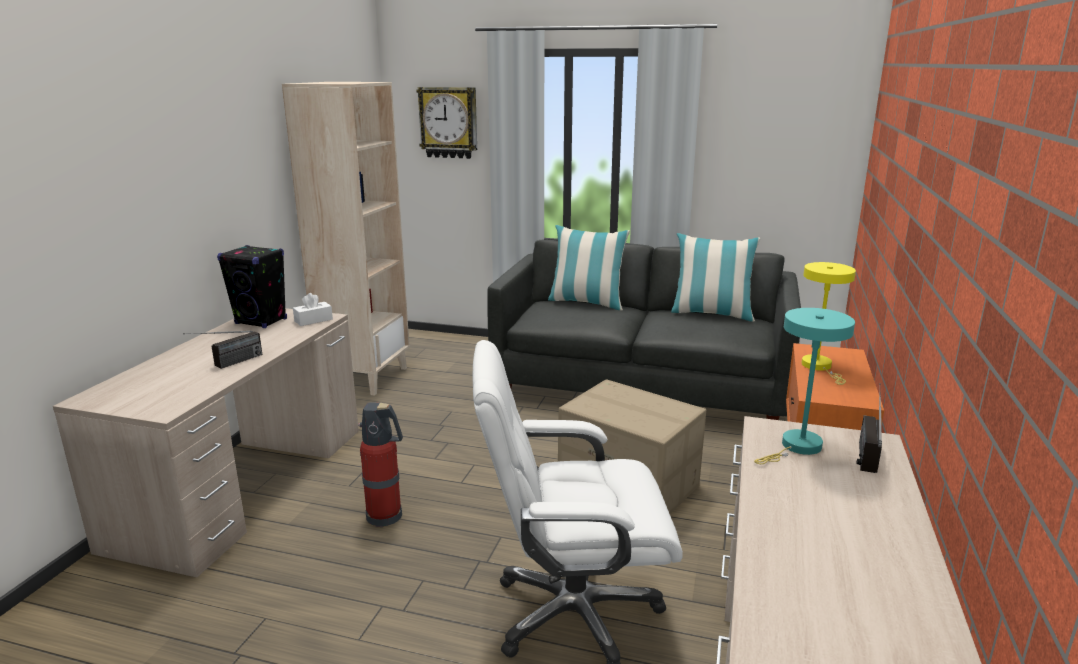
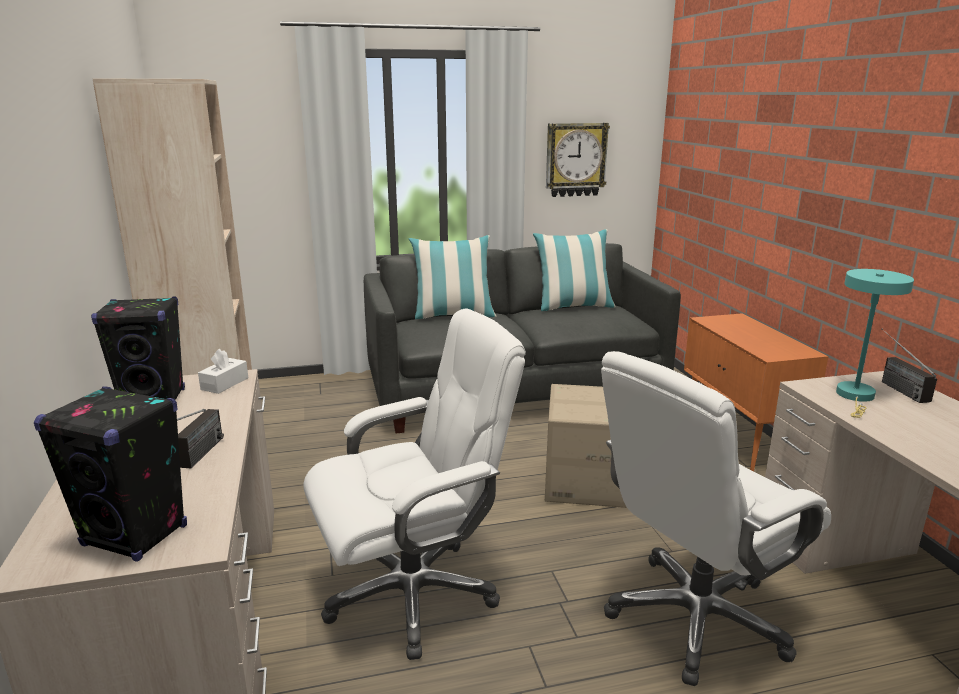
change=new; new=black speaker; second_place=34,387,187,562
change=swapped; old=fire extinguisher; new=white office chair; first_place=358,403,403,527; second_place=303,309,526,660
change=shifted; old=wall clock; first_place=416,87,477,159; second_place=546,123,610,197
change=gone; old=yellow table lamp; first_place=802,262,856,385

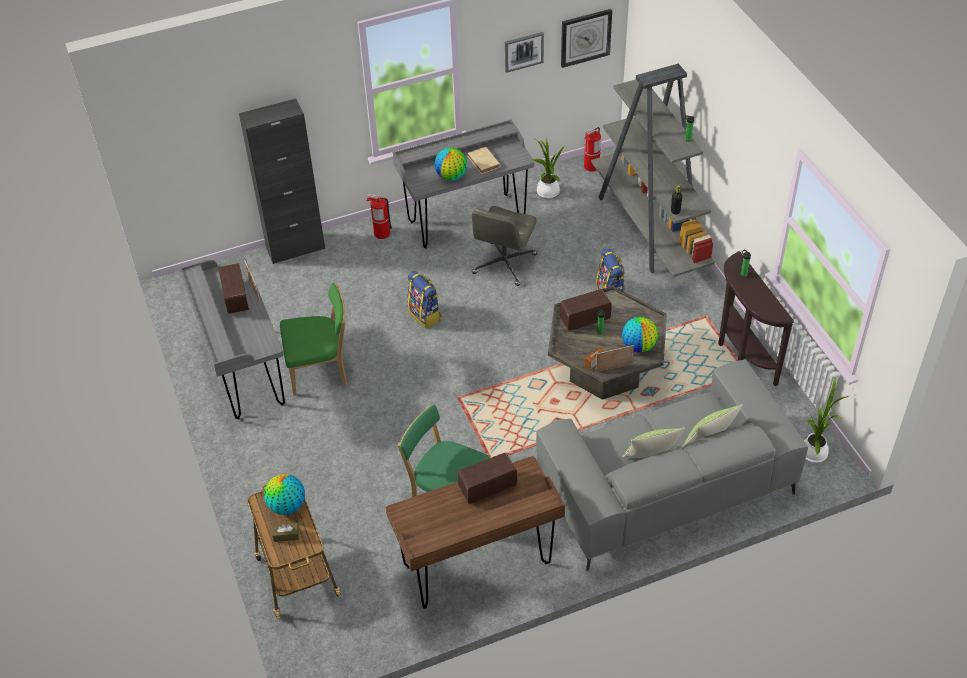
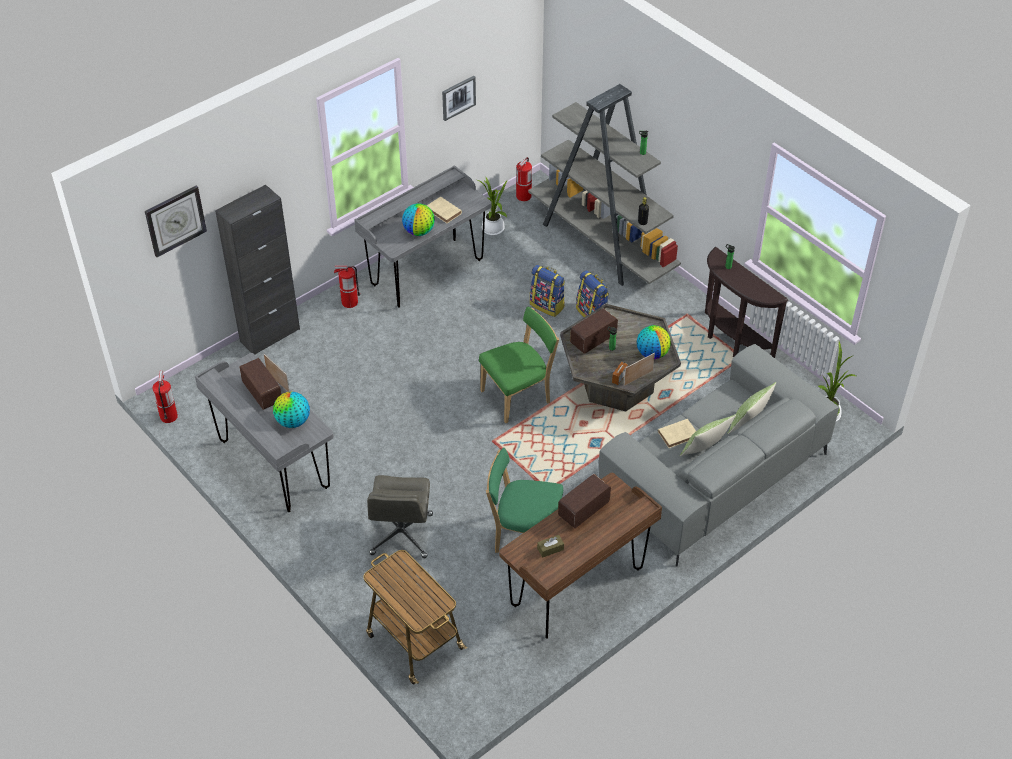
change=shifted; old=wall clock; first_place=561,9,612,68; second_place=145,186,207,257
change=new; new=fire extinguisher; second_place=153,371,178,423
change=shifted; old=globe; first_place=264,474,305,515; second_place=273,392,310,428
change=shifted; old=grey office chair; first_place=472,206,537,286; second_place=367,475,433,558
change=shifted; old=green chair; first_place=280,283,347,396; second_place=479,307,559,423
change=shifted; old=backpack; first_place=407,271,441,329; second_place=530,265,565,317
change=shifted; old=brown tissue box; first_place=272,523,299,542; second_place=537,535,564,558
change=new; new=beige book; second_place=658,419,696,448

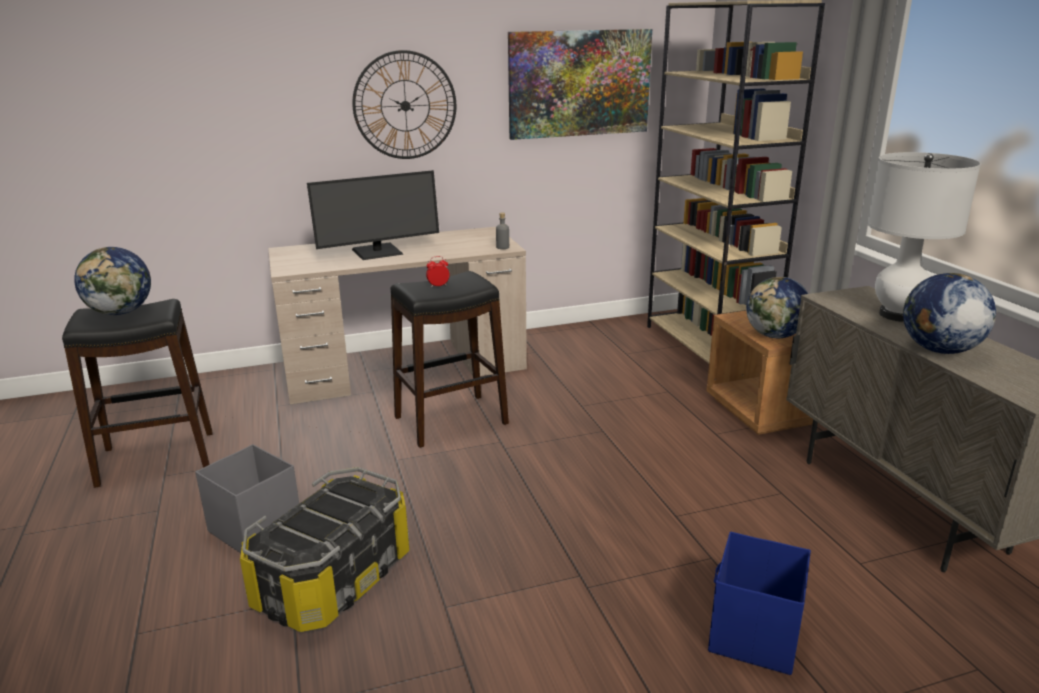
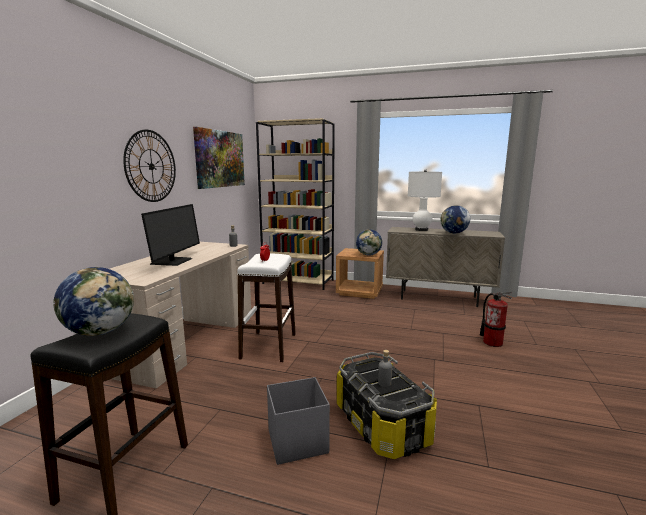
change=repainted; old=black stool; new=white stool; first_place=390,271,509,448; second_place=237,254,296,362
change=new; new=grey bottle; second_place=378,350,392,387
change=swapped; old=blue storage box; new=fire extinguisher; first_place=708,531,811,675; second_place=480,292,512,347

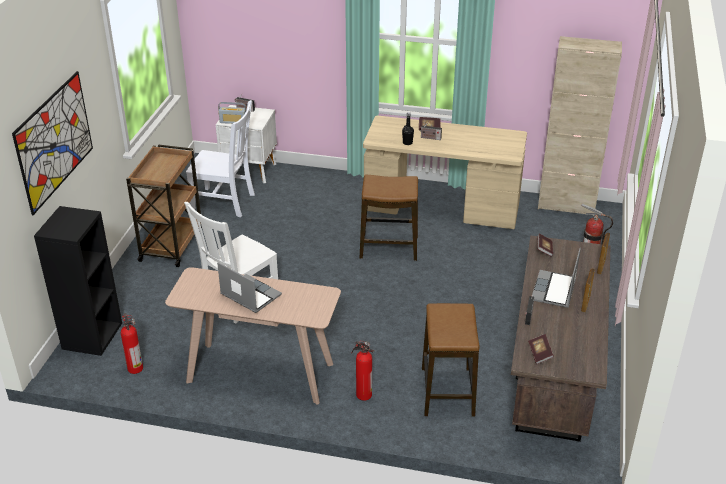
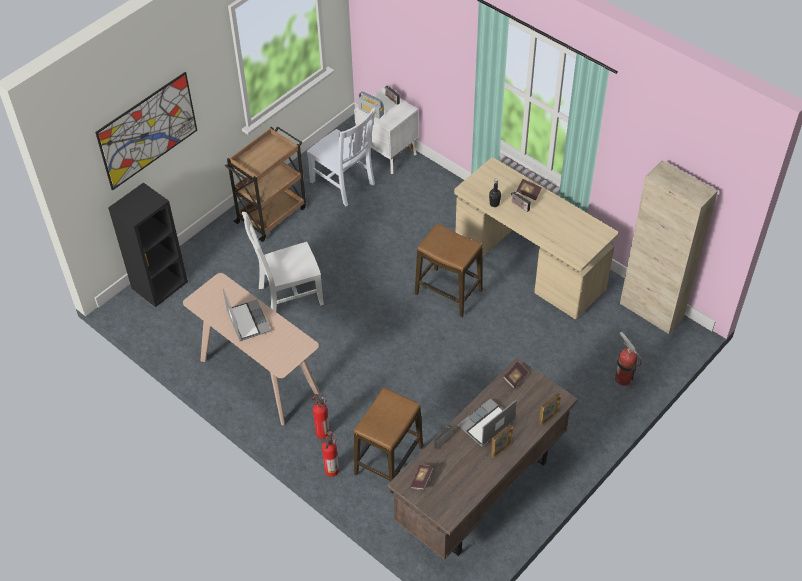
change=shifted; old=fire extinguisher; first_place=121,313,143,374; second_place=322,431,339,477

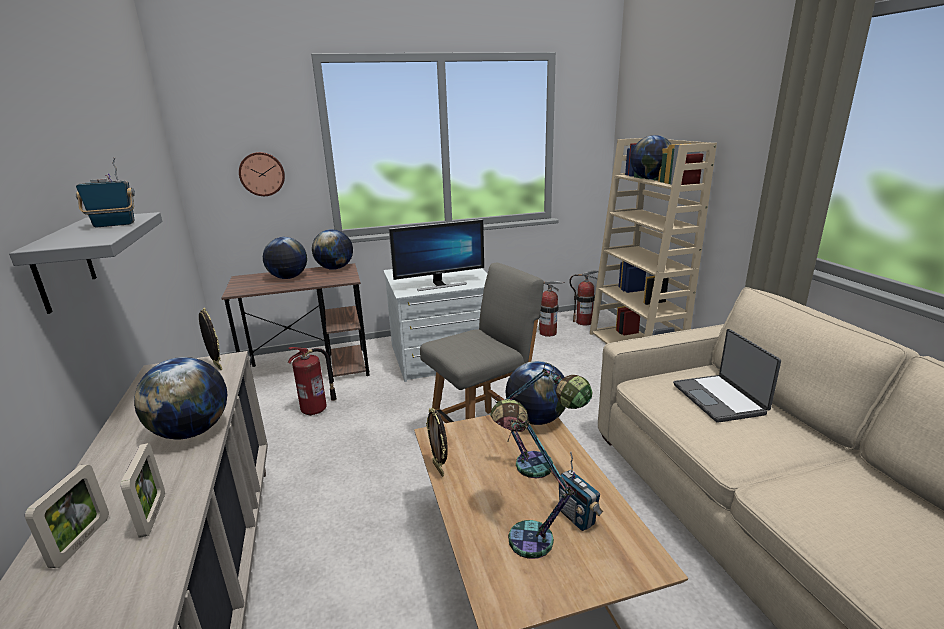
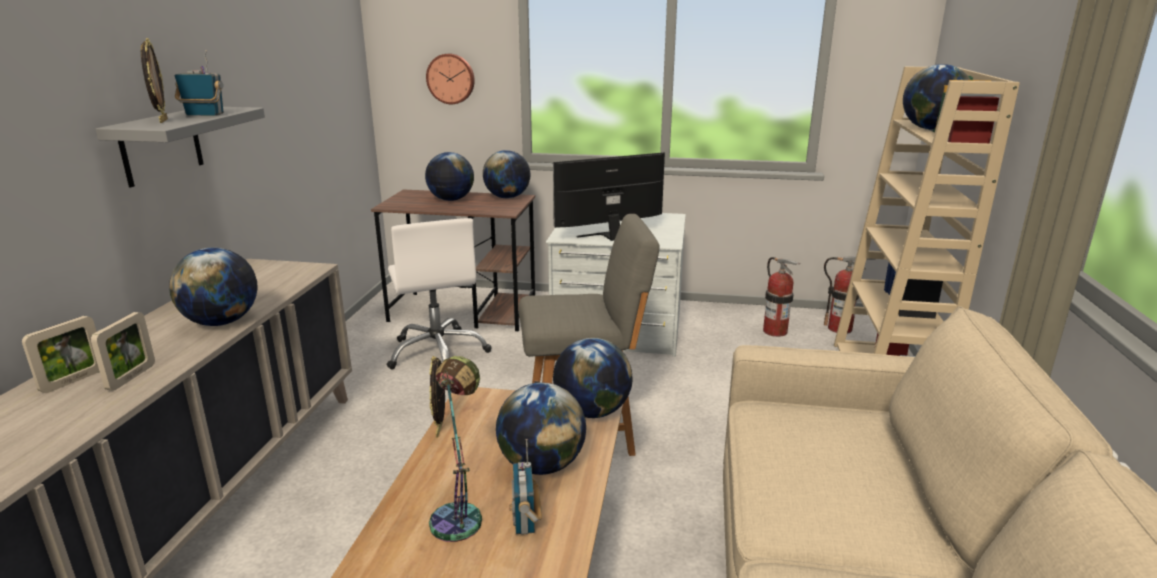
change=shifted; old=picture frame; first_place=199,308,222,370; second_place=141,38,168,123
change=swapped; old=fire extinguisher; new=white office chair; first_place=288,347,337,416; second_place=387,218,491,369
change=swapped; old=table lamp; new=globe; first_place=495,363,592,478; second_place=496,383,586,475
change=rotated; old=monitor; first_place=389,219,484,291; second_place=553,152,665,241; degrees=150
change=gone; old=laptop; first_place=673,329,781,423

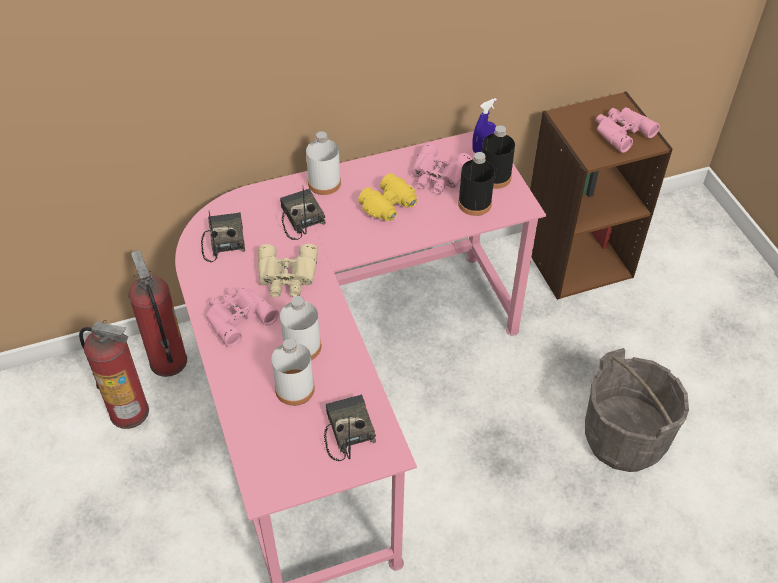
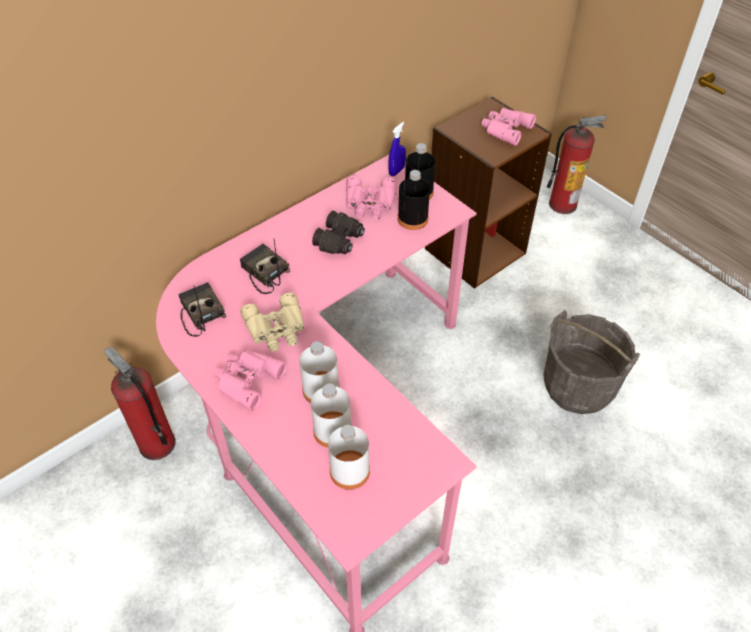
change=repainted; old=yellow binoculars; new=black binoculars; first_place=358,173,417,221; second_place=312,211,365,254
change=shifted; old=white bottle; first_place=306,131,341,195; second_place=328,425,370,490
change=shifted; old=fire extinguisher; first_place=79,320,149,429; second_place=547,116,606,214
change=gone; old=radio; first_place=324,394,376,461

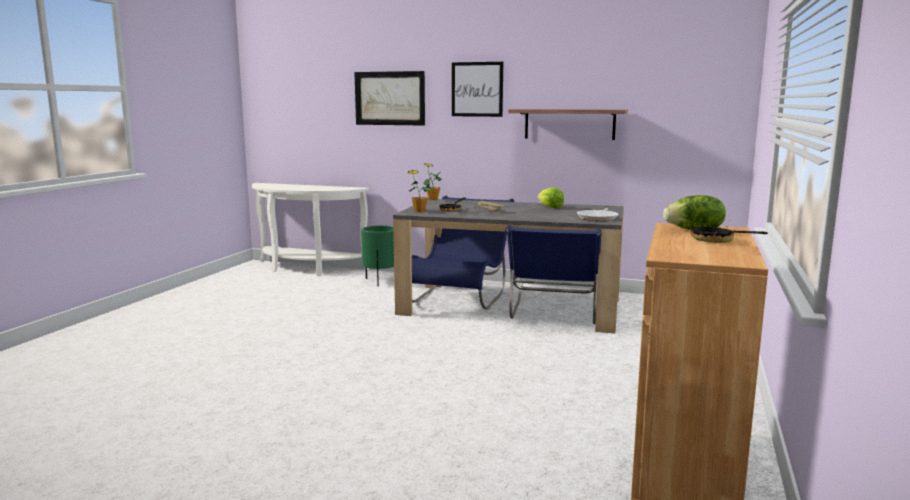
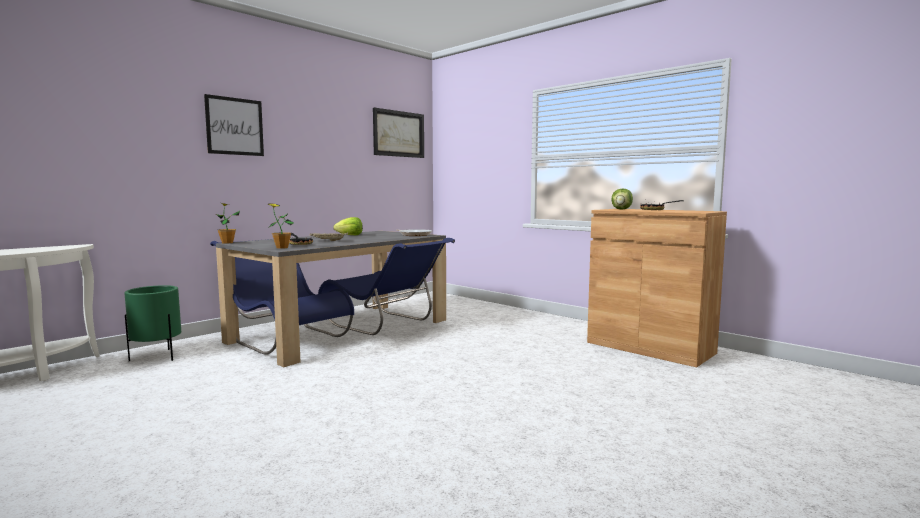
change=shifted; old=picture; first_place=354,71,425,125; second_place=373,107,424,158
change=gone; old=shelf; first_place=508,109,628,140

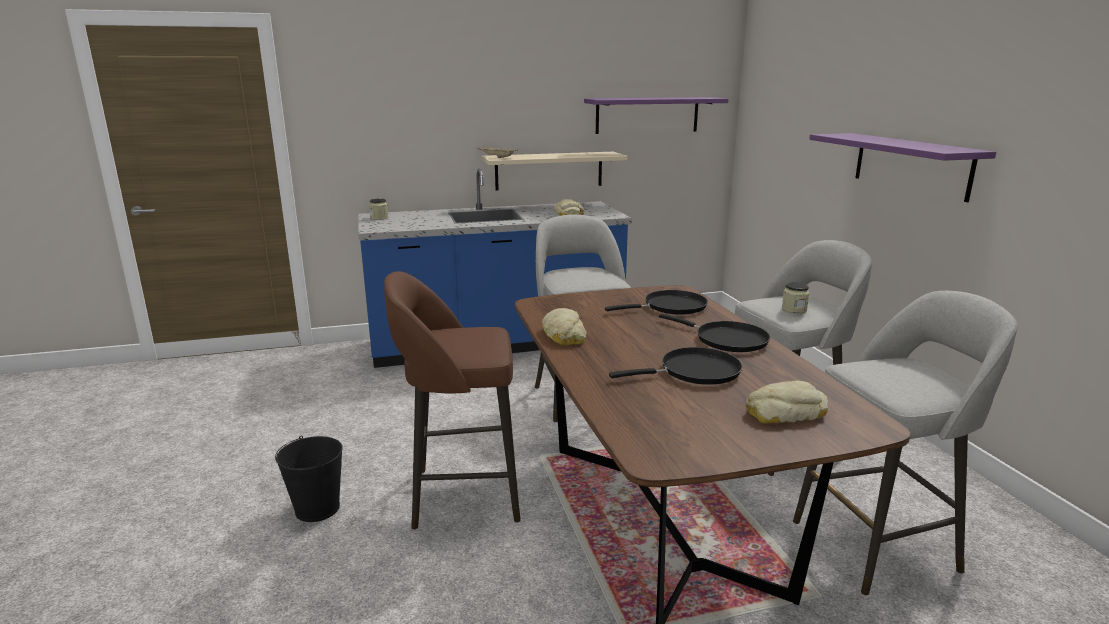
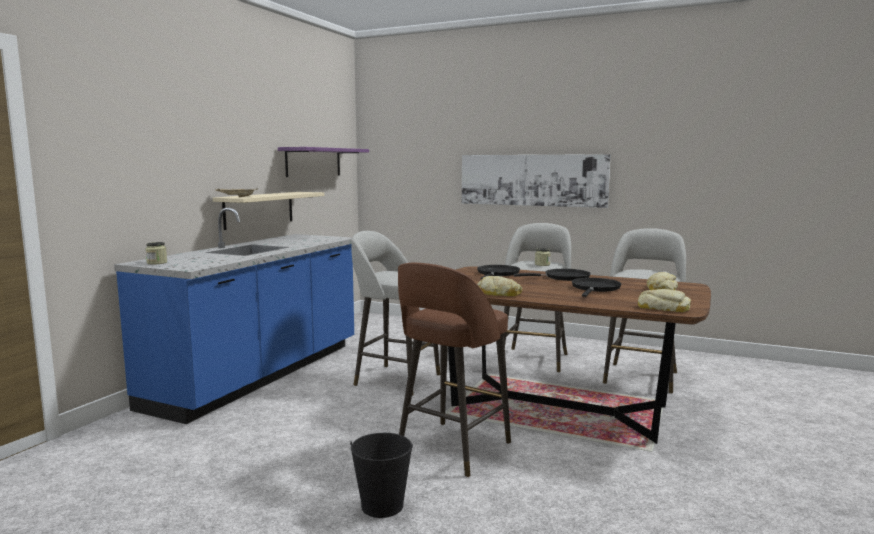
change=swapped; old=purple shelf; new=picture; first_place=809,133,996,202; second_place=462,154,611,208
change=shifted; old=bread; first_place=554,199,584,216; second_place=638,289,691,312

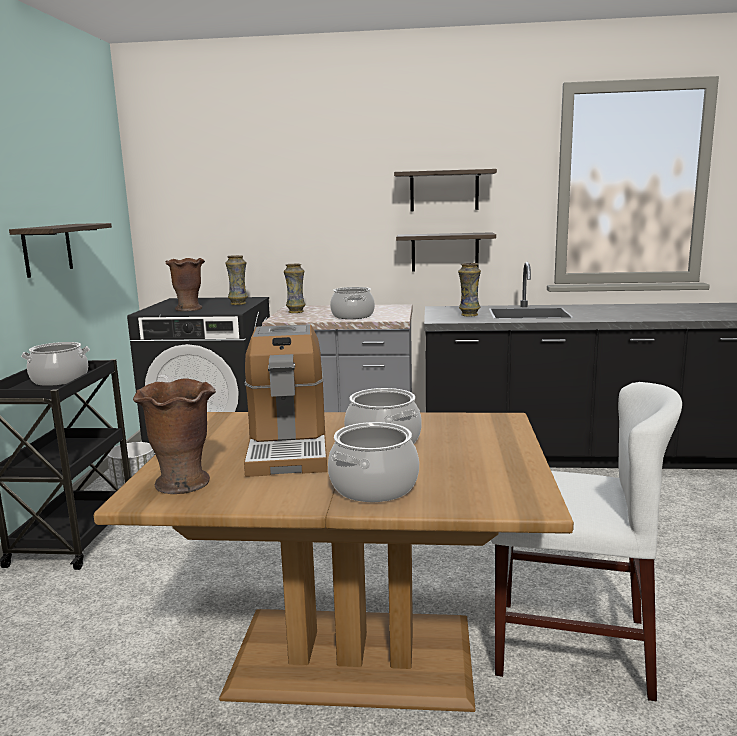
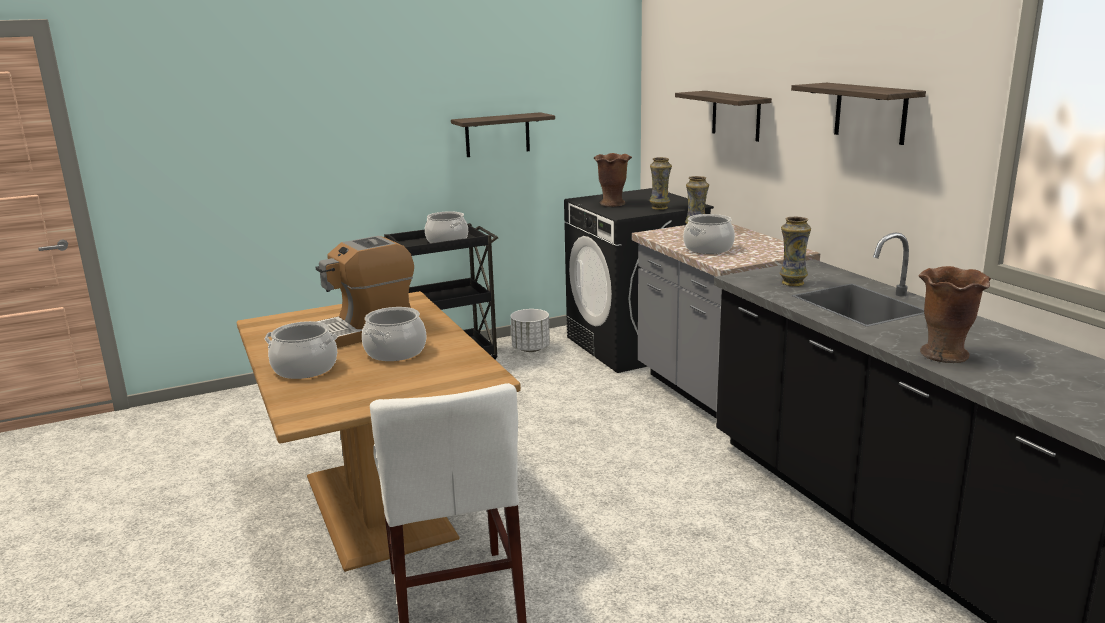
change=shifted; old=shelf; first_place=396,232,496,272; second_place=675,91,772,142
change=shifted; old=brown vase; first_place=133,378,216,494; second_place=918,266,991,363

